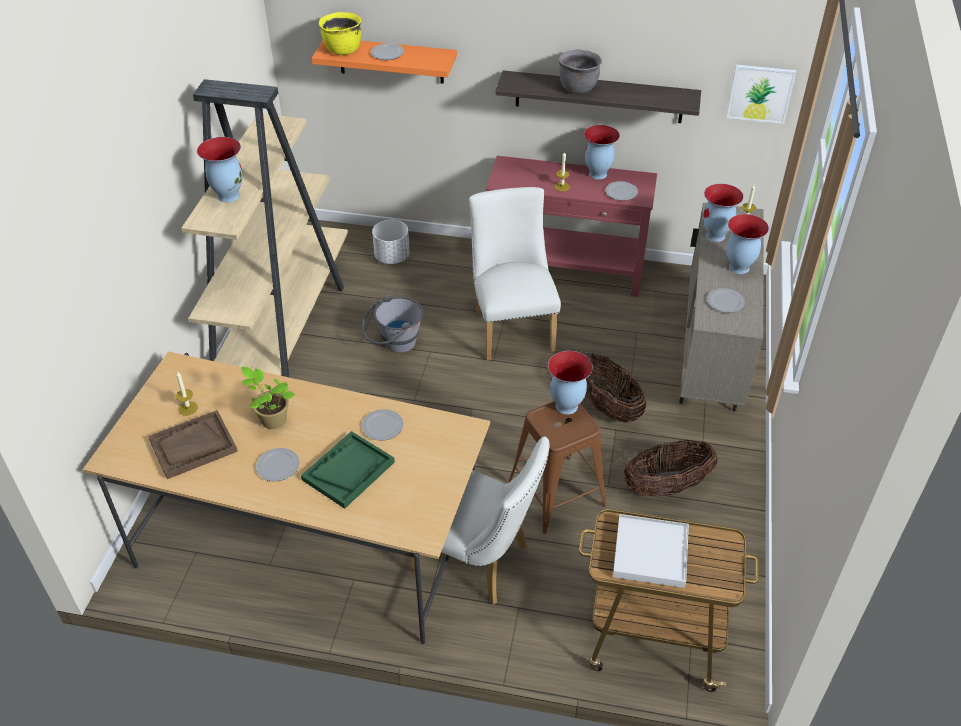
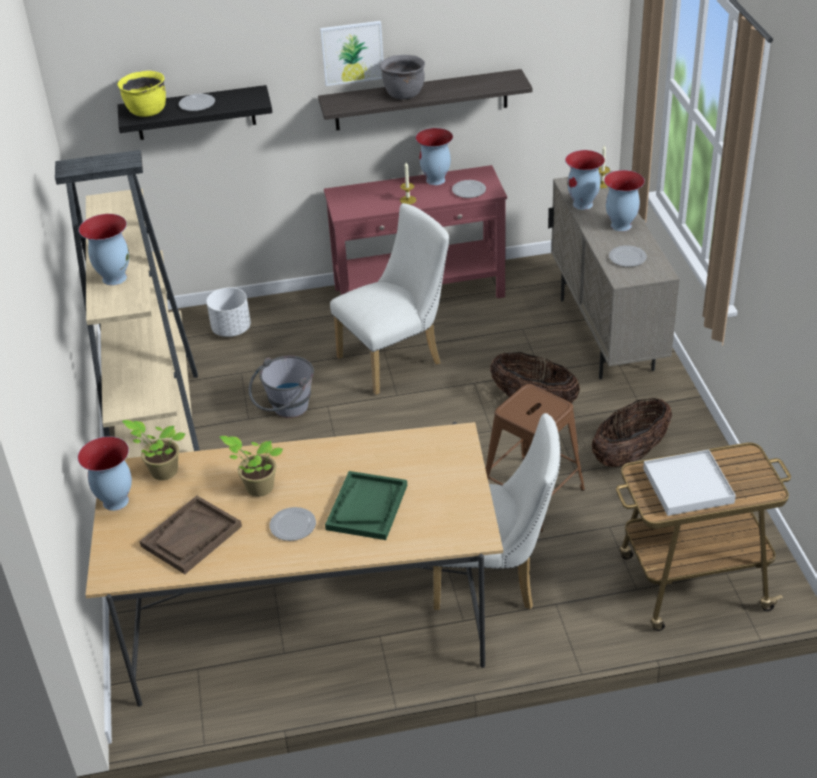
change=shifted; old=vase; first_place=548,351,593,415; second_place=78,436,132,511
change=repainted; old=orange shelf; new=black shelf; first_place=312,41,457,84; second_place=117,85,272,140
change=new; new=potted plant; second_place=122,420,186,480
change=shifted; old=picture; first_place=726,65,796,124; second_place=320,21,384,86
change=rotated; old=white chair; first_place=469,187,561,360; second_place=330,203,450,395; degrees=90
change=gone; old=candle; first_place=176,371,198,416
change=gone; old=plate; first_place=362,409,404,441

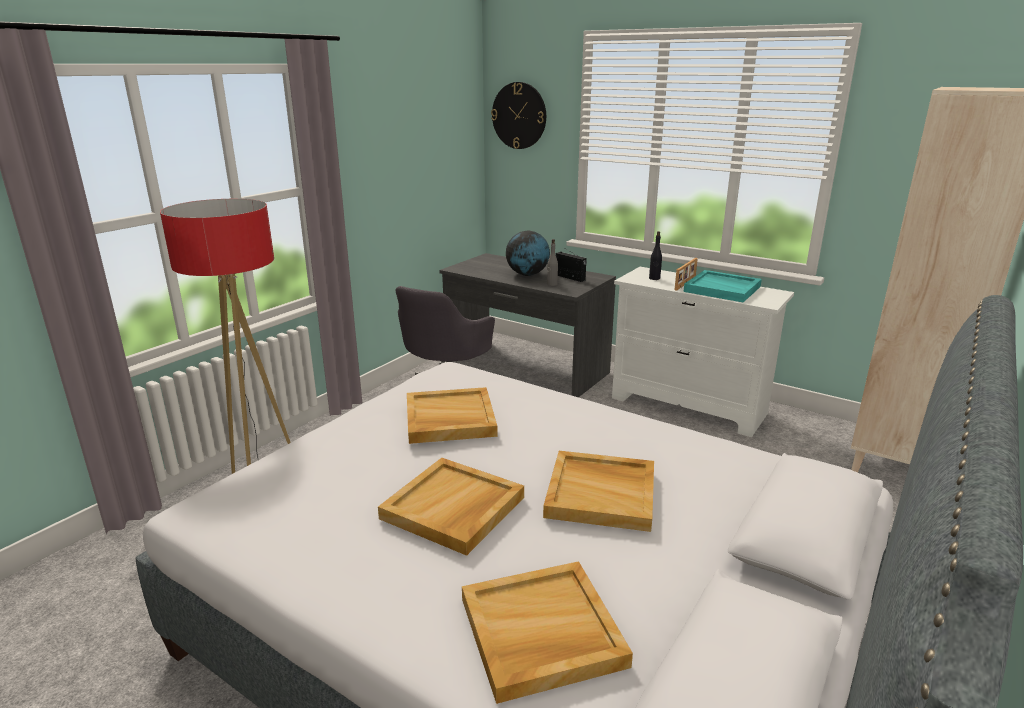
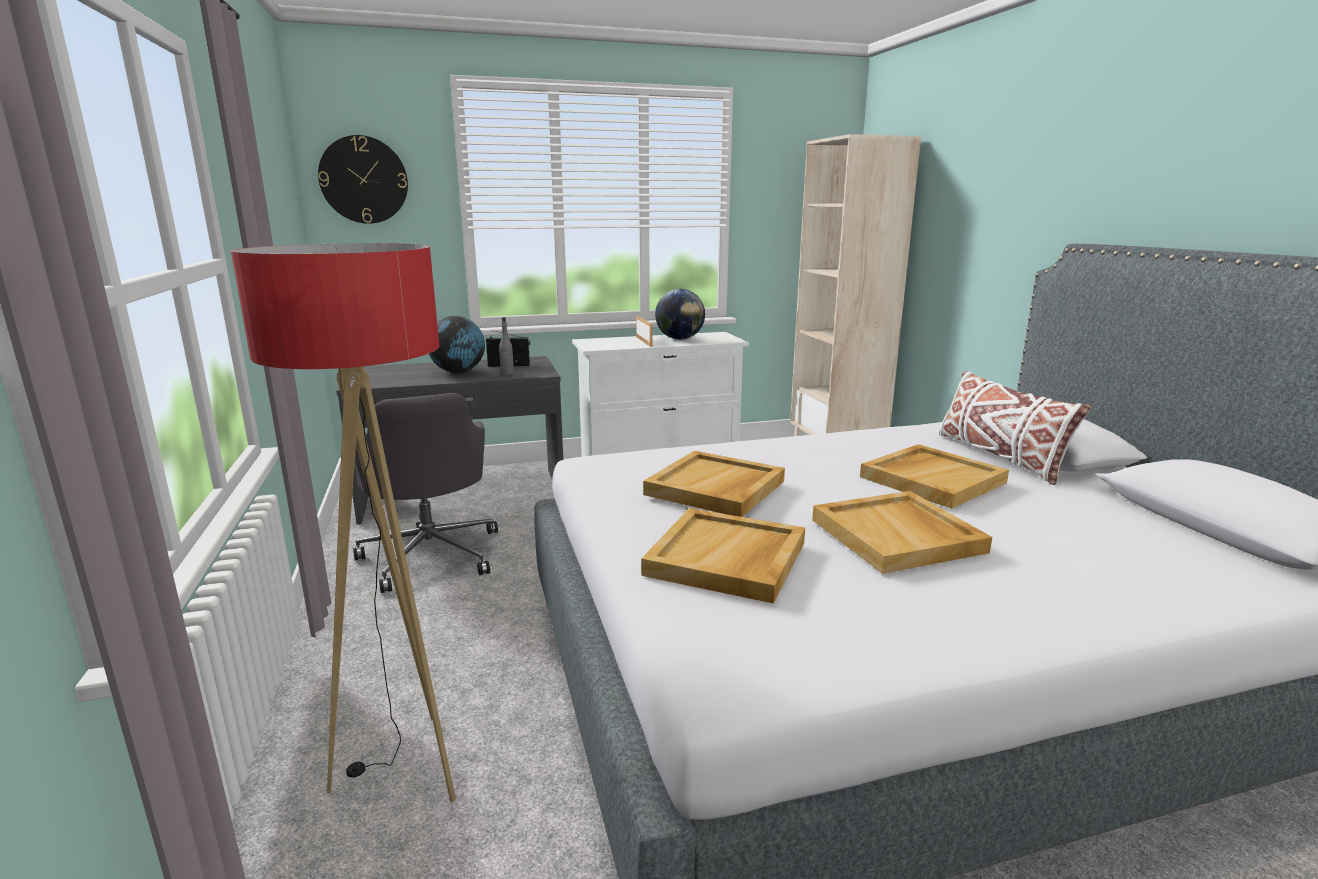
change=shifted; old=beige tray; first_place=462,561,633,704; second_place=641,508,805,604
change=swapped; old=turquoise tray; new=globe; first_place=684,270,762,302; second_place=655,289,705,340
change=new; new=white pillow; second_place=939,371,1091,485
change=gone; old=black bottle; first_place=649,231,662,280

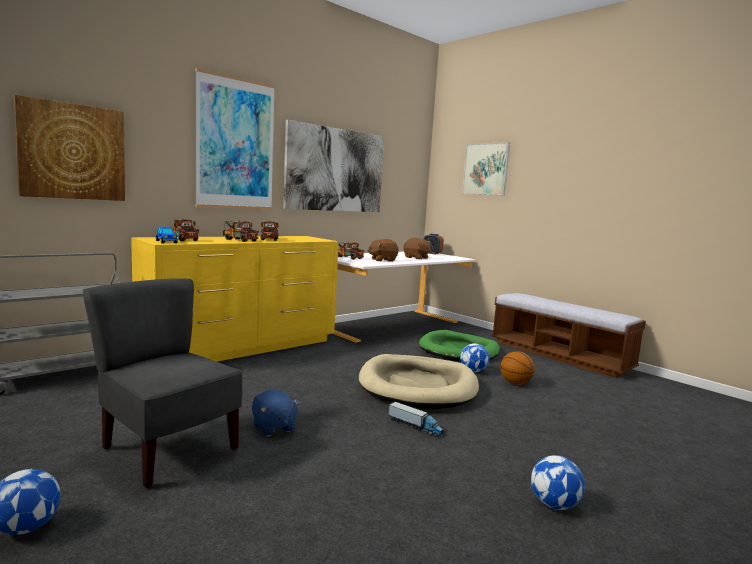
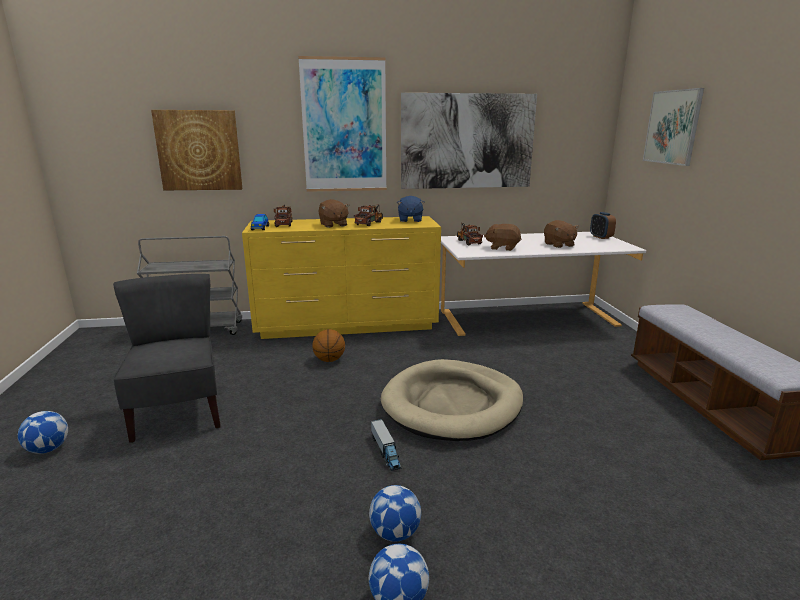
change=shifted; old=basketball; first_place=500,351,535,385; second_place=312,329,345,362
change=swapped; old=toy truck; new=brown plush toy; first_place=223,221,259,242; second_place=318,199,350,228
change=shifted; old=football; first_place=460,343,489,372; second_place=369,485,421,542
change=shifted; old=blue plush toy; first_place=252,390,300,437; second_place=397,196,425,222
change=gone; old=green dog bed; first_place=419,330,500,361

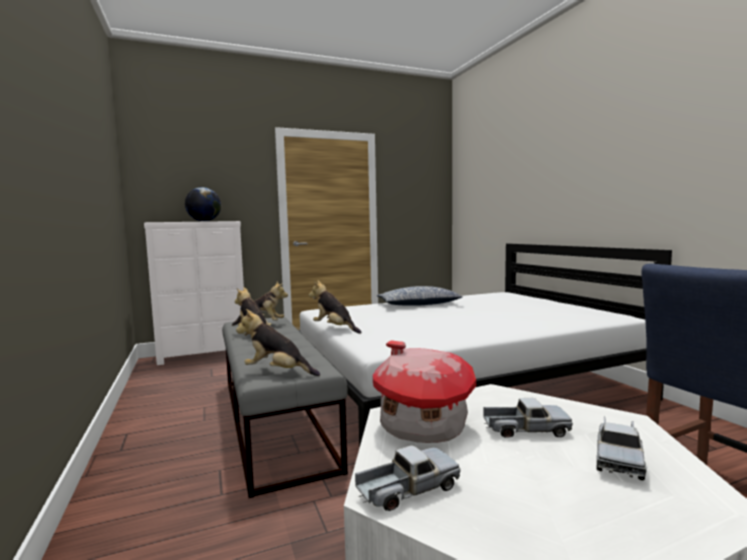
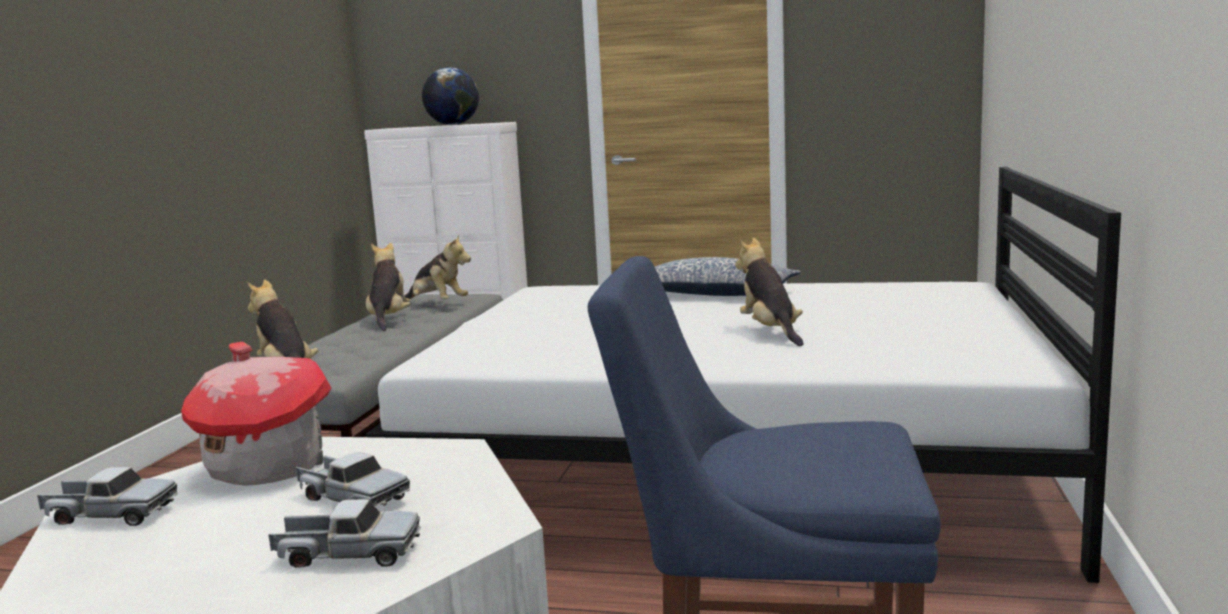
change=rotated; old=toy truck; first_place=597,417,646,480; second_place=269,499,421,568; degrees=-150
change=shifted; old=plush toy; first_place=309,280,361,334; second_place=735,238,803,346

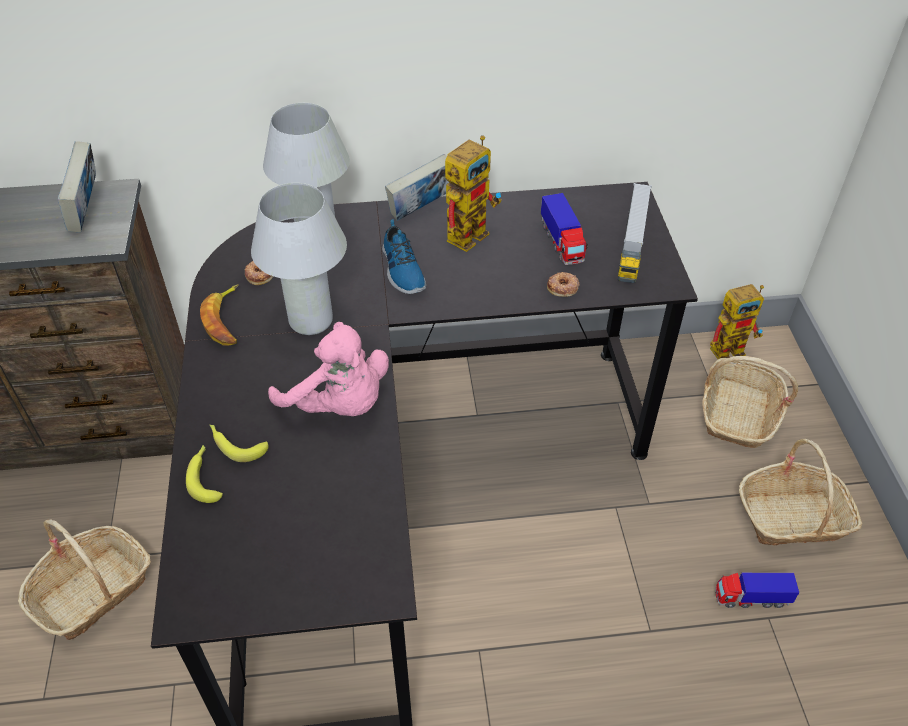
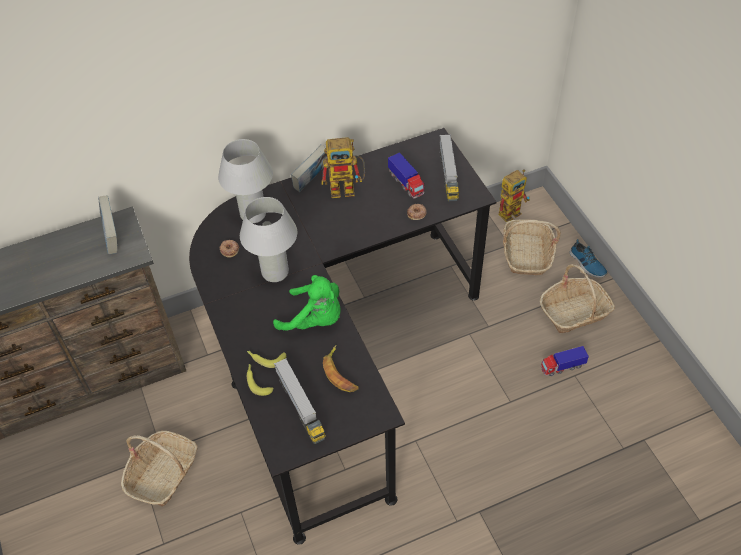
change=repainted; old=pink plush toy; new=green plush toy; first_place=268,322,389,416; second_place=273,275,340,330
change=new; new=toy truck; second_place=274,358,326,444
change=rotated; old=toy robot; first_place=445,136,502,252; second_place=321,137,365,198; degrees=60
change=shifted; old=banana; first_place=200,284,239,345; second_place=323,345,359,392
change=shifted; old=shoe; first_place=382,219,426,294; second_place=569,239,607,278

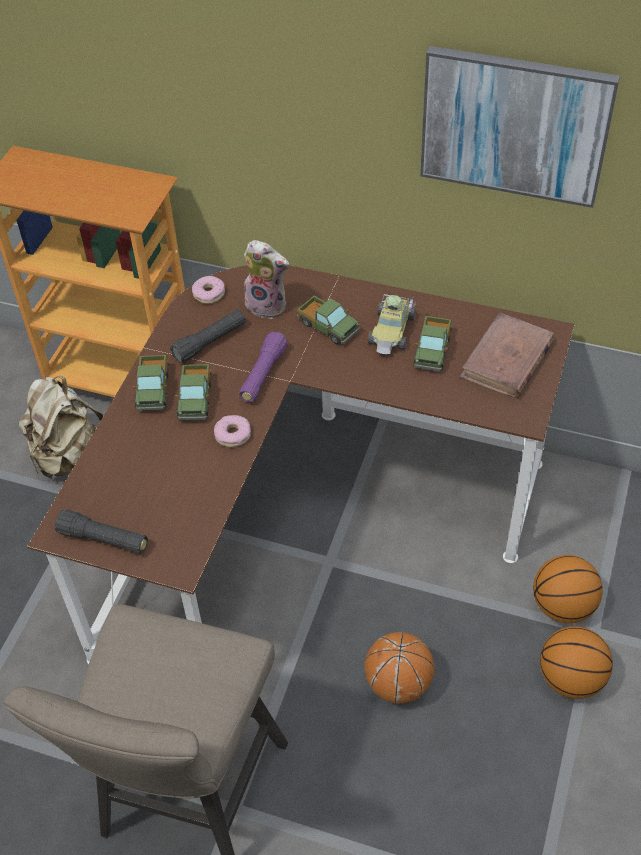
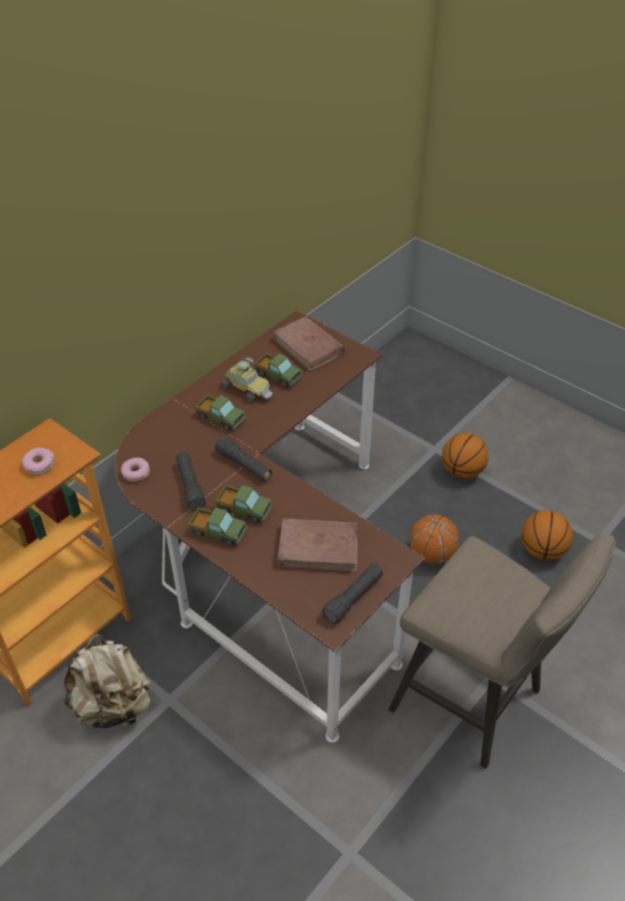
change=shifted; old=donut; first_place=214,415,251,447; second_place=22,447,55,475
change=rotated; old=toy truck; first_place=297,296,360,344; second_place=195,394,246,431; degrees=60
change=repainted; old=purple flashlight; new=black flashlight; first_place=239,332,287,402; second_place=215,436,272,481
change=new; new=brown book; second_place=277,519,358,572
change=shifted; old=basketball; first_place=533,555,603,623; second_place=522,510,573,560
change=gone; old=plush toy; first_place=244,240,290,319
change=gone; old=picture; first_place=420,46,620,208

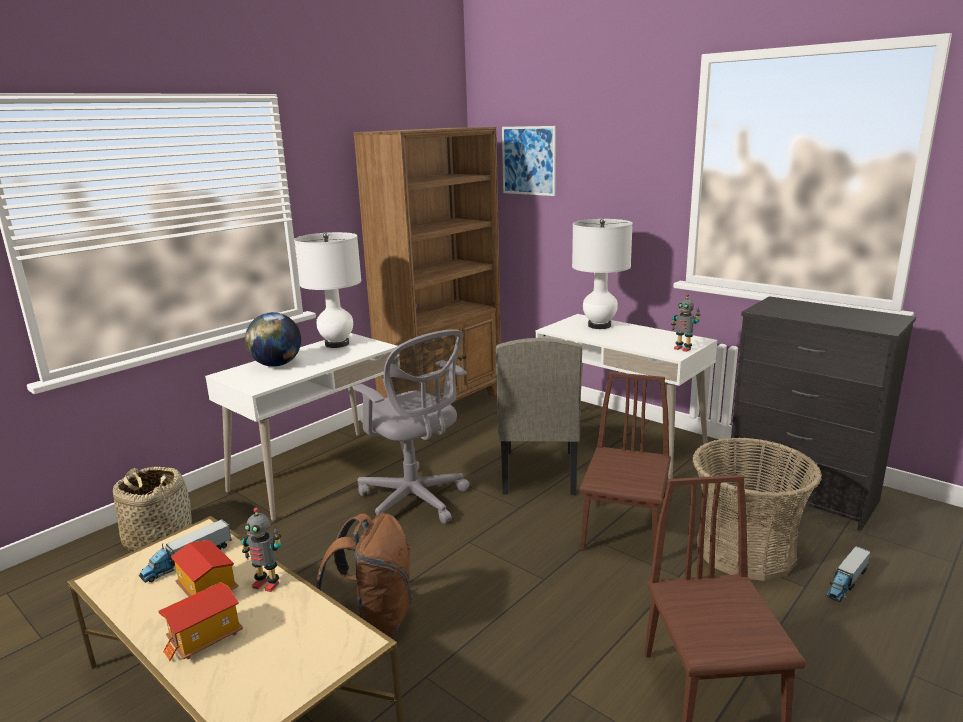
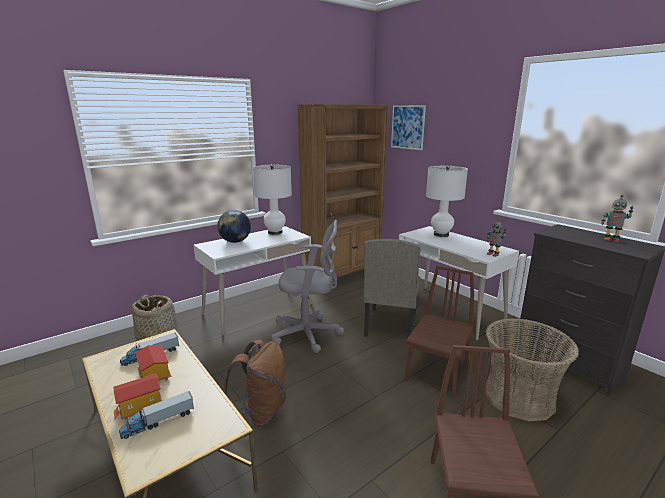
change=shifted; old=toy truck; first_place=826,546,871,602; second_place=119,391,194,439
change=rotated; old=grey office chair; first_place=353,329,470,524; second_place=271,220,344,353; degrees=-60
change=shifted; old=toy robot; first_place=241,508,281,592; second_place=601,195,633,242

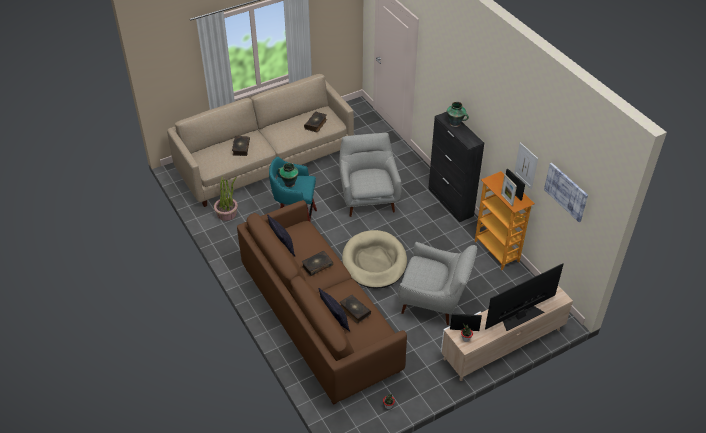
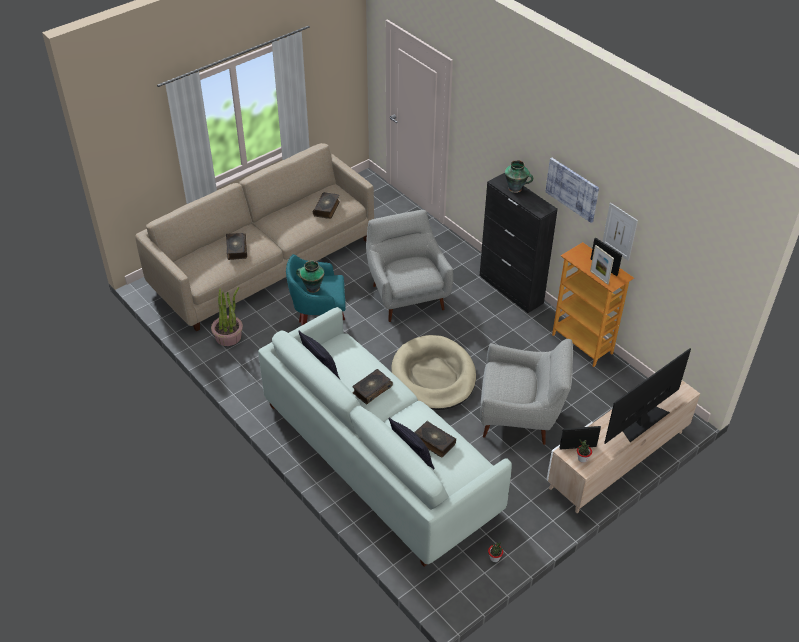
change=repainted; old=brown sofa; new=white sofa; first_place=237,200,407,405; second_place=258,307,512,567
change=shifted; old=picture; first_place=544,163,588,222; second_place=545,158,599,223

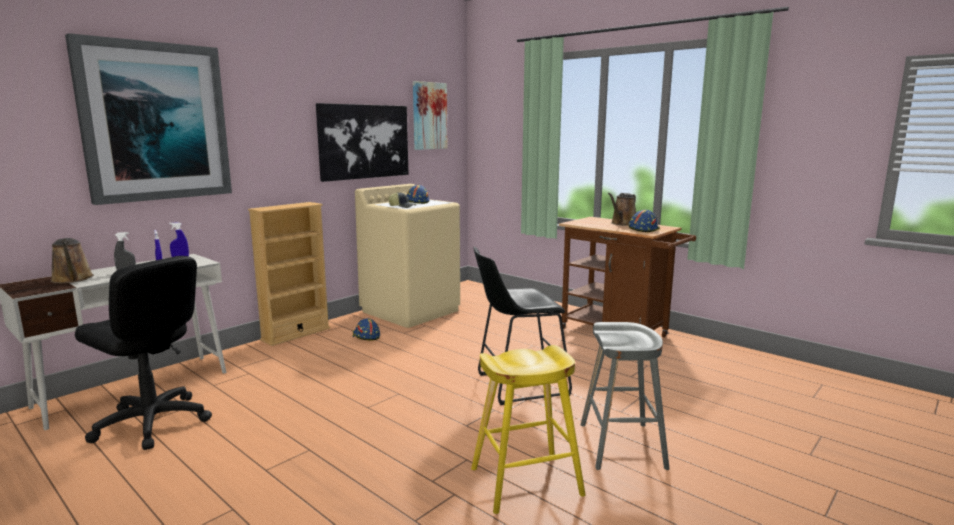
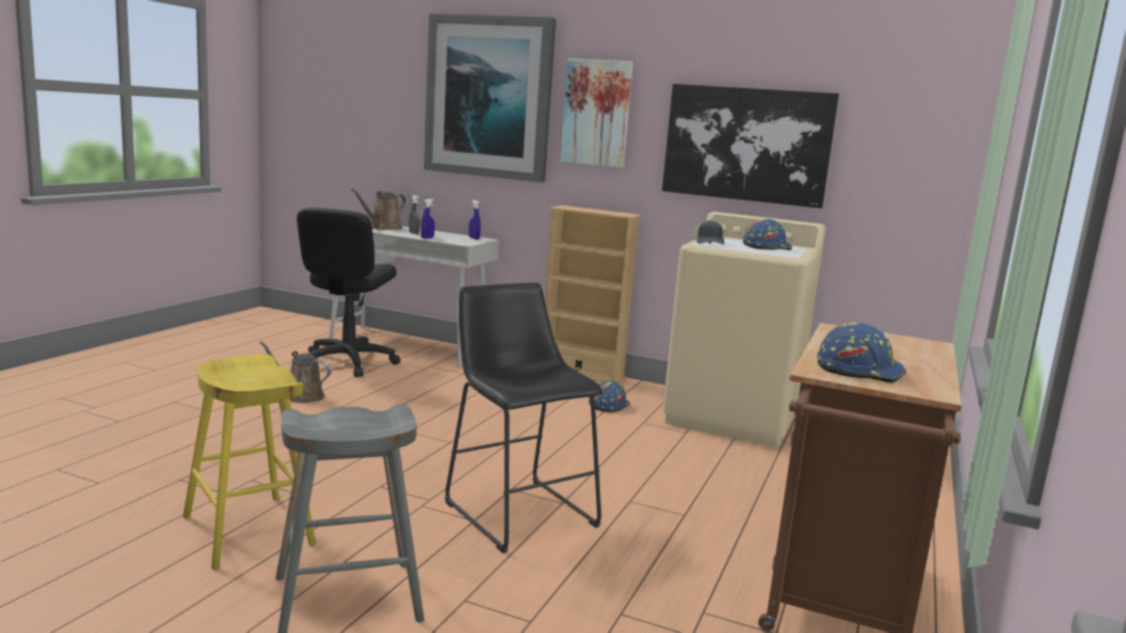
change=shifted; old=brown watering can; first_place=608,193,636,225; second_place=259,341,332,403
change=shifted; old=picture; first_place=413,81,447,150; second_place=560,58,633,168

